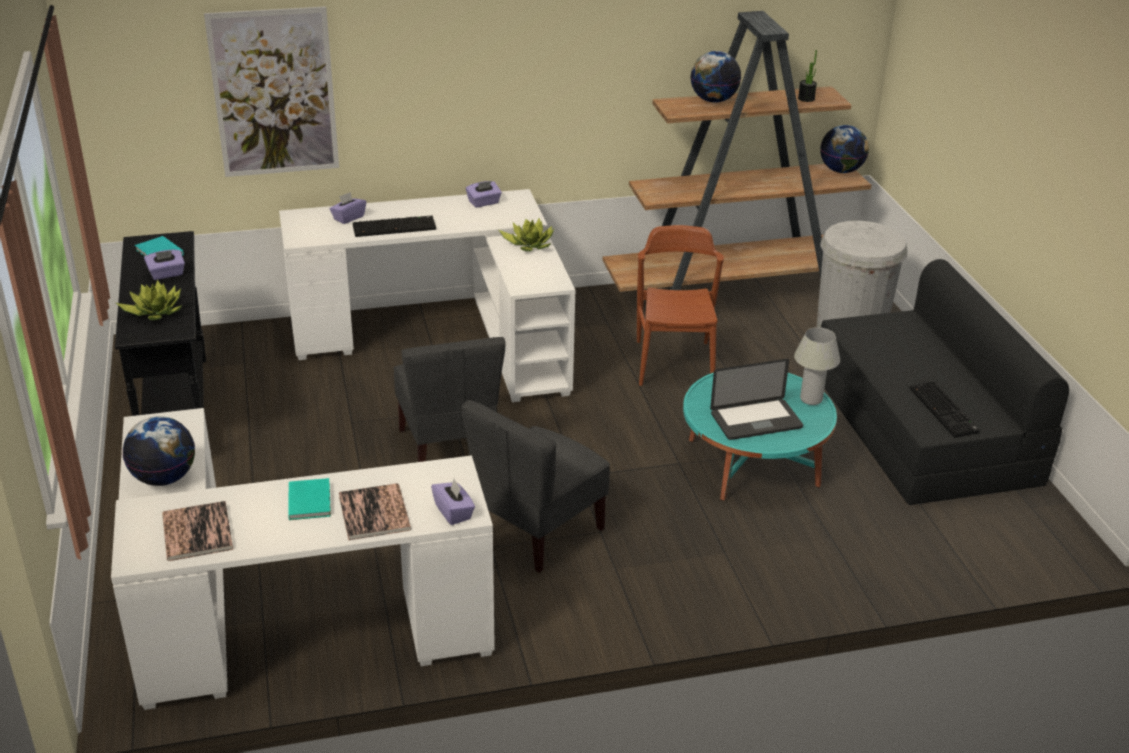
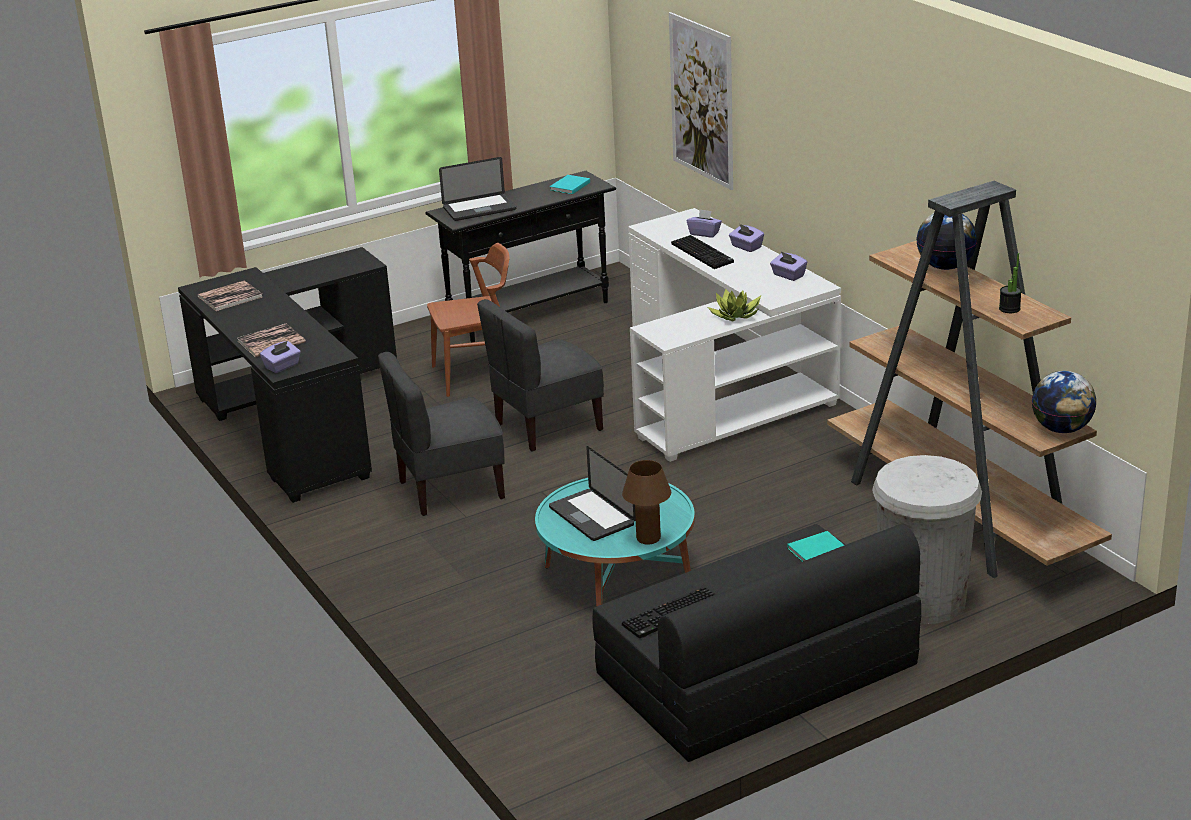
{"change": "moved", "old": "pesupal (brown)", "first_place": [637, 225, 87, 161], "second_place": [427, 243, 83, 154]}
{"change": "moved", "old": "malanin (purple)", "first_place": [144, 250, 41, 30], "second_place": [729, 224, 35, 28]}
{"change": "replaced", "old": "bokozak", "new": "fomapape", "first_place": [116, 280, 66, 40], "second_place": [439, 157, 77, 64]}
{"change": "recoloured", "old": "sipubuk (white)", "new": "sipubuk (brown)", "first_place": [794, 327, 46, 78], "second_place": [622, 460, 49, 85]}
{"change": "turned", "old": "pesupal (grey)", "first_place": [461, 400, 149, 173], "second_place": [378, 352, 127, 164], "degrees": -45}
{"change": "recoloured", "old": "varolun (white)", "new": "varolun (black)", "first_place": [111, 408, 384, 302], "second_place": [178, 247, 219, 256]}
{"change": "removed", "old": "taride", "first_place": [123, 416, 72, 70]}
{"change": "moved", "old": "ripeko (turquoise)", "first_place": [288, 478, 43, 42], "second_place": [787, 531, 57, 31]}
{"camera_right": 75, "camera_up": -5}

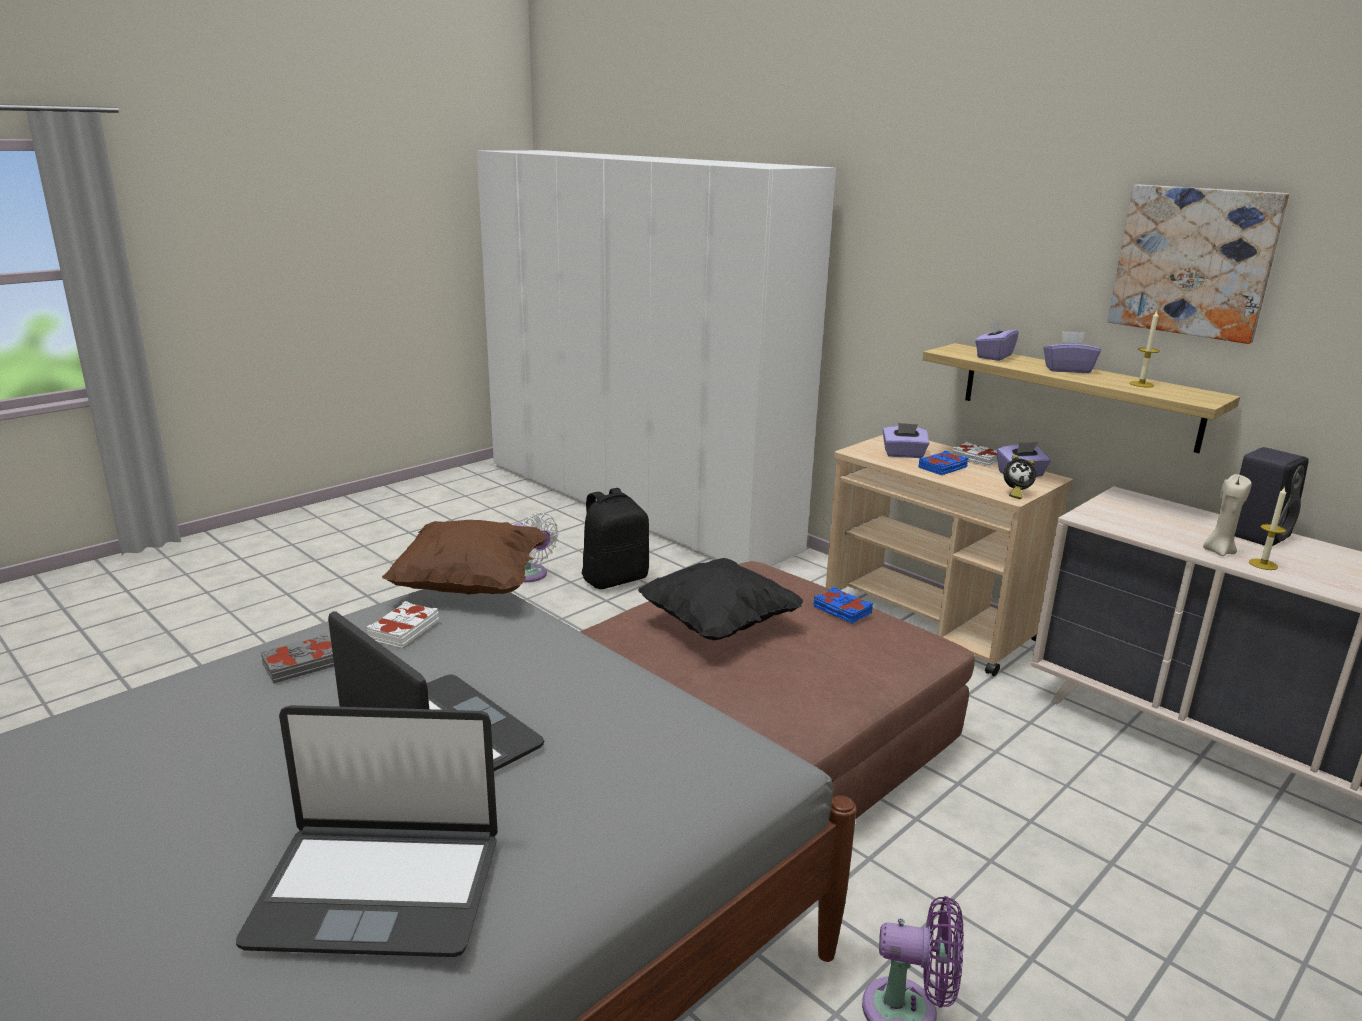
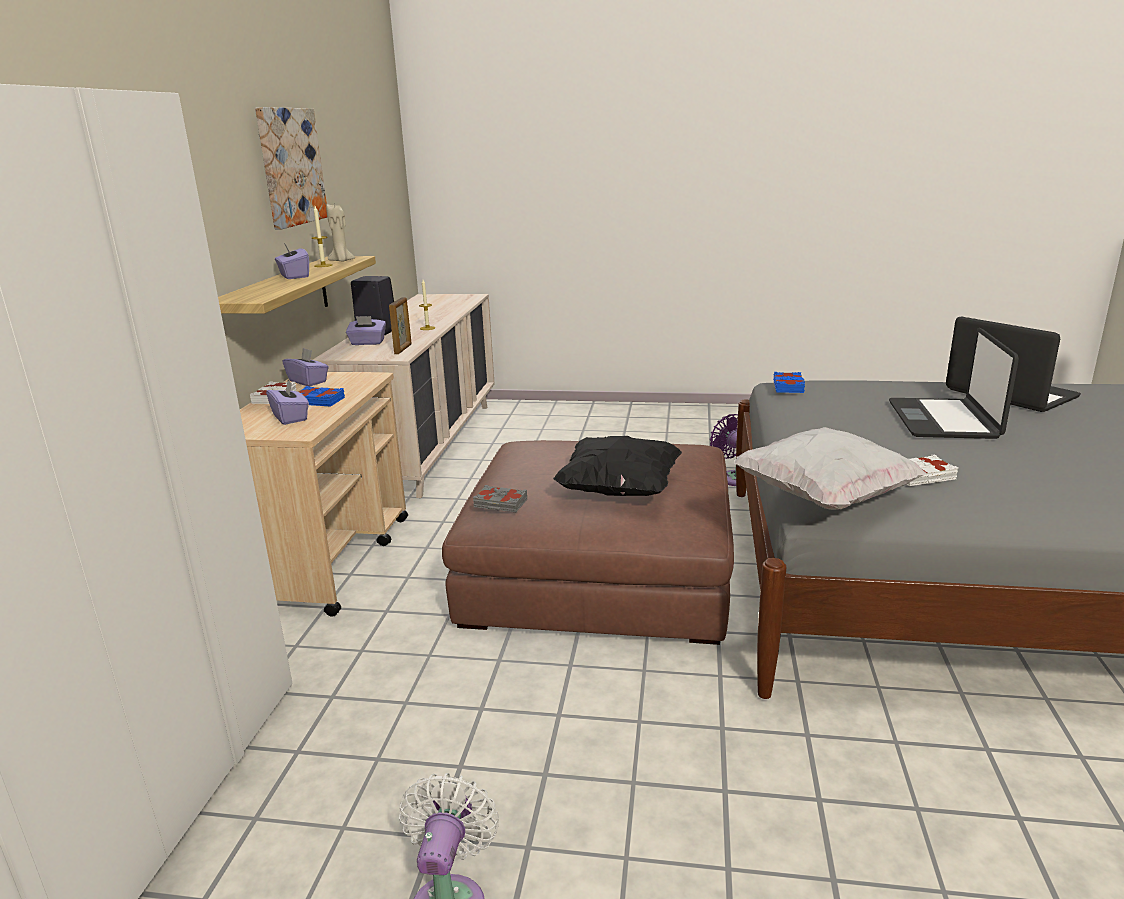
{"change": "moved", "old": "malanin (purple)", "first_place": [975, 319, 44, 42], "second_place": [346, 316, 40, 29]}
{"change": "removed", "old": "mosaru", "first_place": [1004, 455, 32, 44]}
{"change": "moved", "old": "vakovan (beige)", "first_place": [1203, 474, 49, 82], "second_place": [326, 203, 29, 59]}
{"change": "removed", "old": "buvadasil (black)", "first_place": [582, 488, 67, 101]}
{"change": "recoloured", "old": "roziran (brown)", "new": "roziran (white)", "first_place": [382, 520, 166, 75], "second_place": [734, 427, 192, 83]}
{"change": "moved", "old": "ripeko (blue)", "first_place": [813, 587, 60, 37], "second_place": [773, 372, 32, 21]}
{"change": "moved", "old": "ripeko (grey)", "first_place": [260, 634, 74, 50], "second_place": [473, 485, 54, 27]}
{"change": "added", "new": "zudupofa", "second_place": [389, 297, 23, 57]}
{"camera_right": -125, "camera_up": 0}

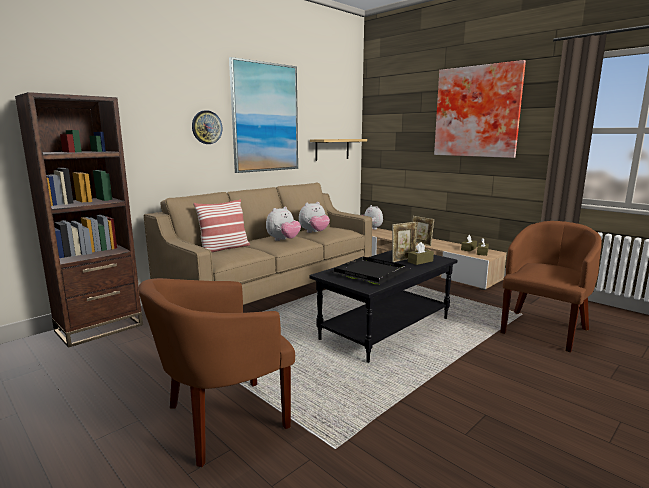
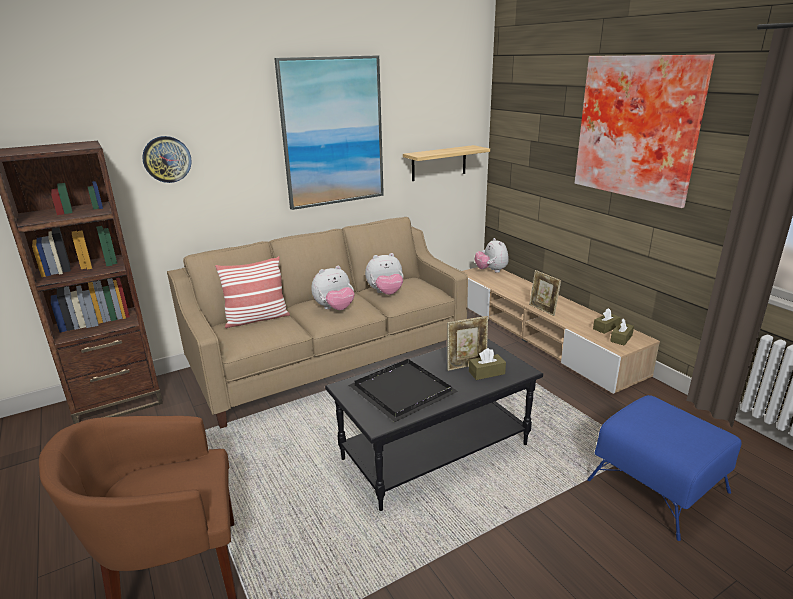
{"change": "moved", "old": "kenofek", "first_place": [192, 110, 30, 34], "second_place": [142, 136, 50, 47]}
{"change": "replaced", "old": "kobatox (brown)", "new": "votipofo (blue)", "first_place": [500, 221, 102, 131], "second_place": [587, 395, 155, 146]}
{"camera_right": 15, "camera_up": 10}

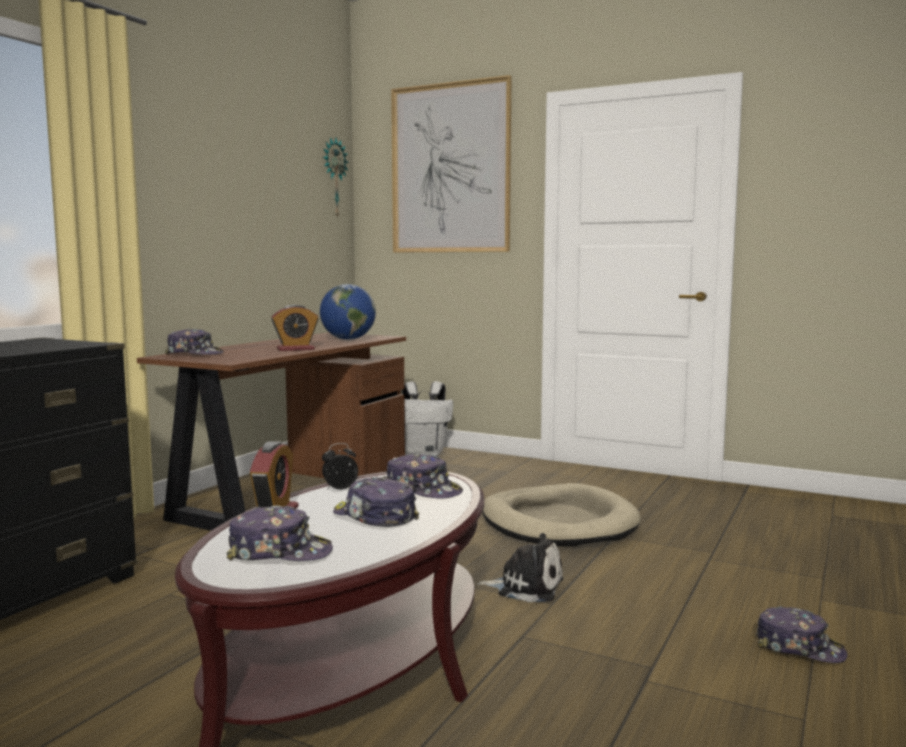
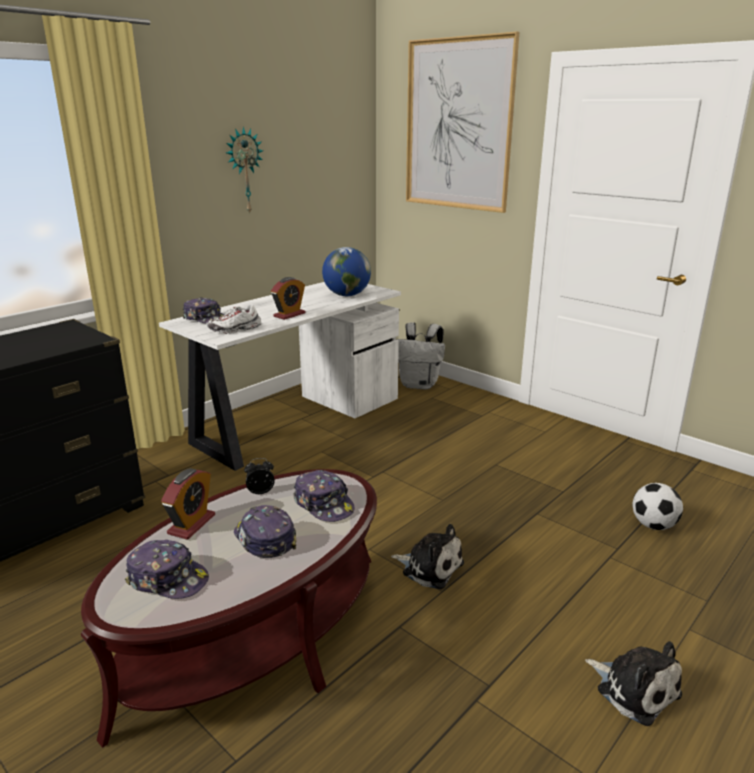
{"change": "moved", "old": "kenofek", "first_place": [323, 137, 26, 82], "second_place": [226, 126, 37, 88]}
{"change": "turned", "old": "mosaru", "first_place": [271, 305, 47, 46], "second_place": [271, 277, 34, 43], "degrees": -45}
{"change": "recoloured", "old": "varolun (brown)", "new": "varolun (white)", "first_place": [137, 333, 269, 198], "second_place": [159, 282, 242, 189]}
{"change": "removed", "old": "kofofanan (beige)", "first_place": [482, 483, 159, 64]}
{"change": "replaced", "old": "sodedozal", "new": "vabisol", "first_place": [756, 606, 91, 57], "second_place": [585, 641, 97, 85]}
{"change": "added", "new": "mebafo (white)", "second_place": [206, 304, 55, 30]}
{"change": "added", "new": "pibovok", "second_place": [633, 483, 50, 47]}
{"camera_right": 15, "camera_up": 15}

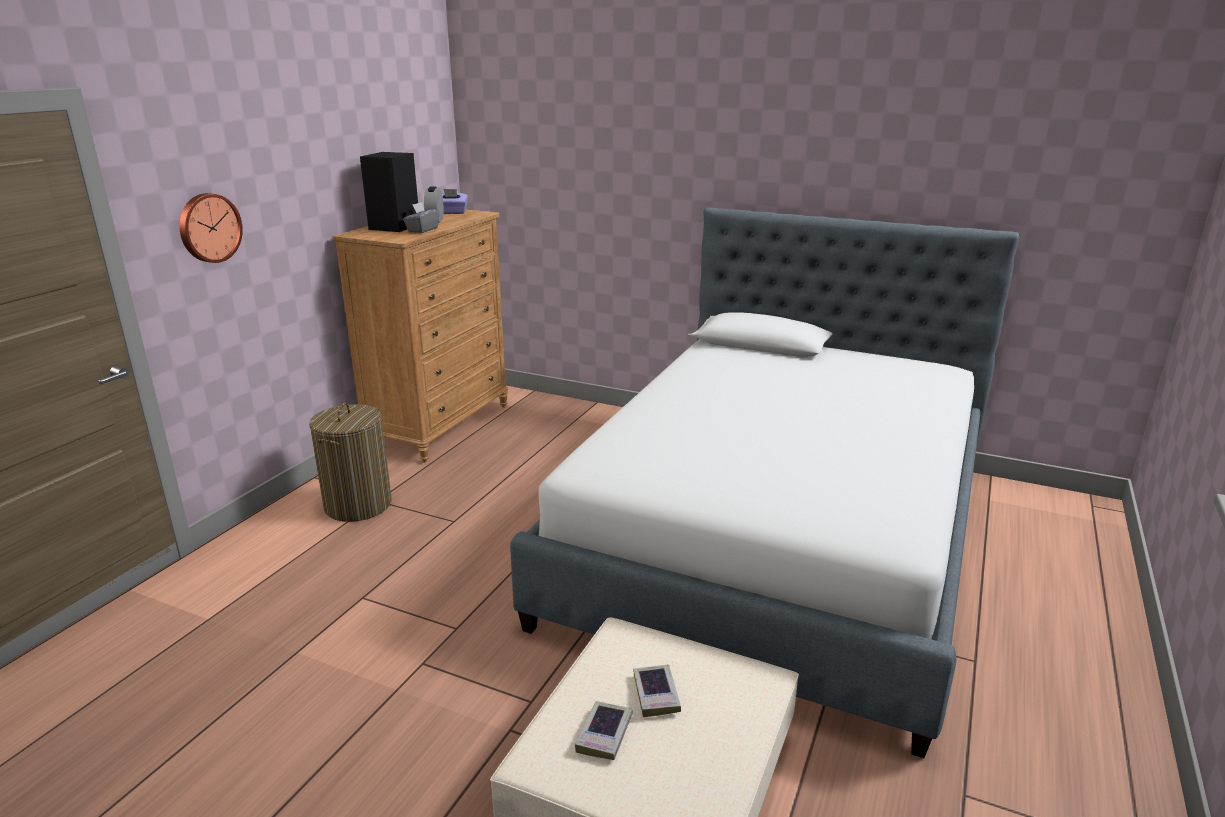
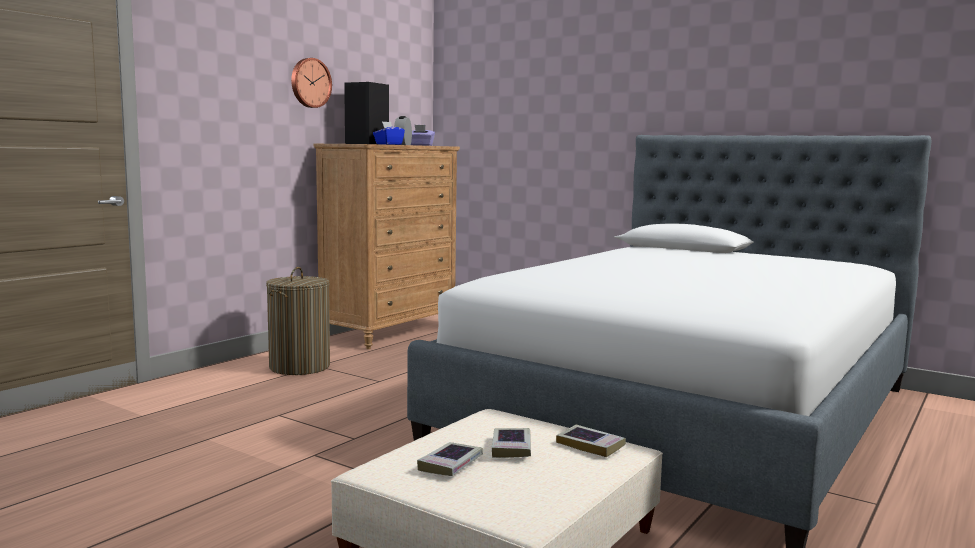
{"change": "moved", "old": "kenofek", "first_place": [179, 193, 64, 70], "second_place": [291, 58, 41, 50]}
{"change": "recoloured", "old": "malanin (grey)", "new": "malanin (blue)", "first_place": [403, 202, 36, 31], "second_place": [373, 121, 32, 24]}
{"change": "added", "new": "ripeko", "second_place": [556, 425, 70, 32]}
{"camera_right": 10, "camera_up": -15}

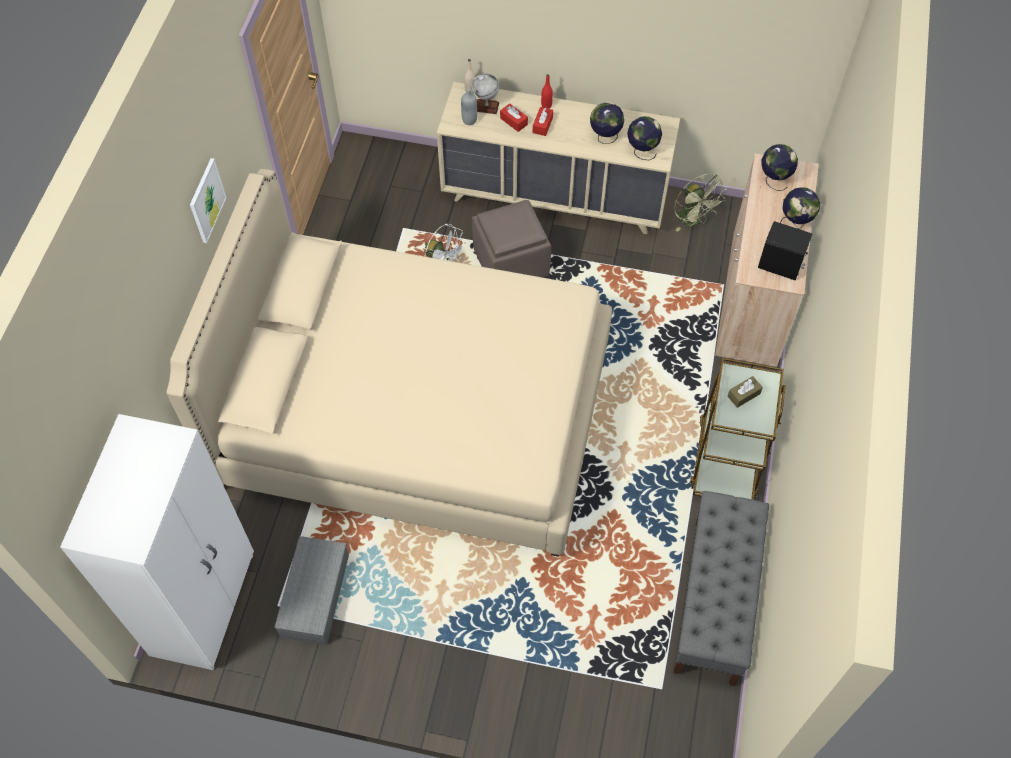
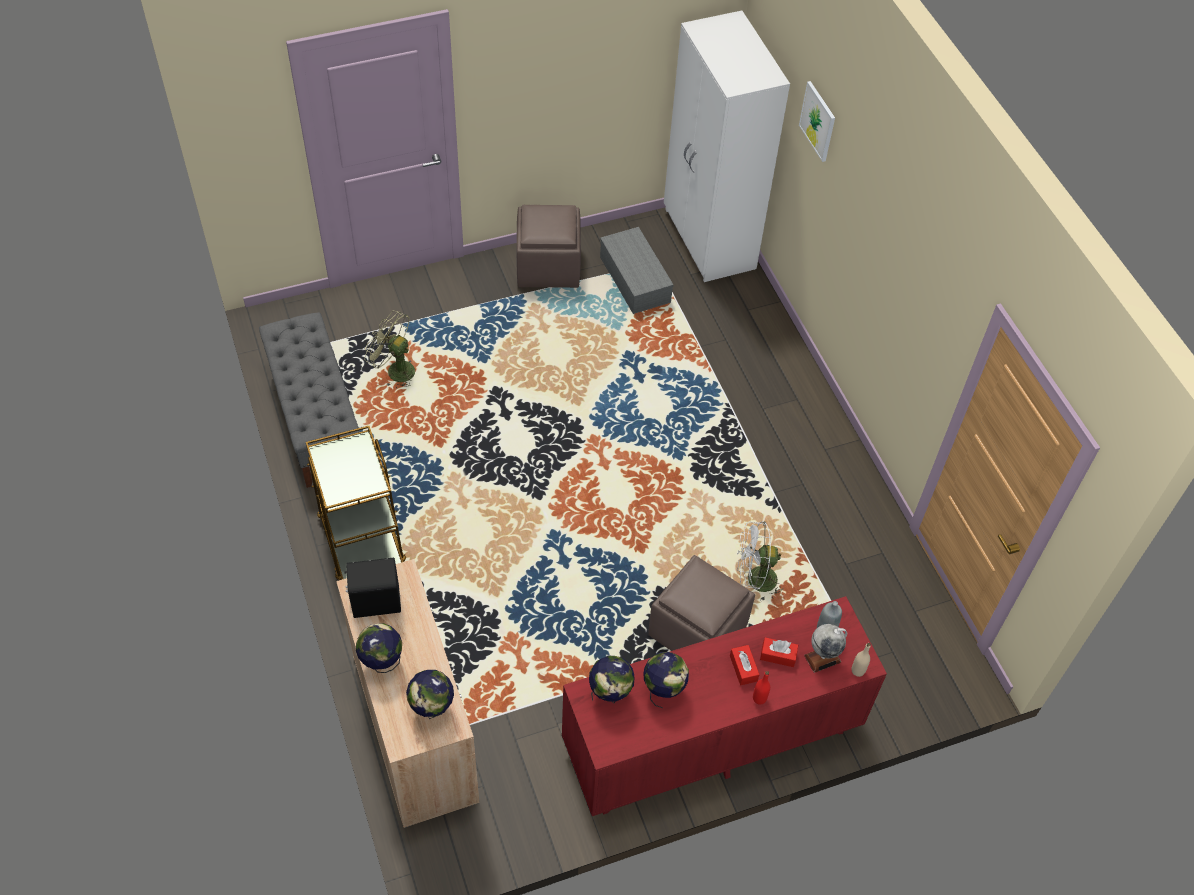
{"change": "recoloured", "old": "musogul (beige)", "new": "musogul (red)", "first_place": [437, 82, 243, 152], "second_place": [562, 596, 325, 220]}
{"change": "moved", "old": "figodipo", "first_place": [190, 158, 37, 85], "second_place": [799, 81, 36, 81]}
{"change": "removed", "old": "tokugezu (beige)", "first_place": [166, 169, 446, 388]}
{"change": "moved", "old": "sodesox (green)", "first_place": [674, 174, 53, 58], "second_place": [365, 310, 50, 78]}
{"change": "removed", "old": "malanin (brown)", "first_place": [727, 376, 36, 32]}
{"change": "added", "new": "votipofo (brown)", "second_place": [516, 205, 65, 83]}
{"camera_right": 145, "camera_up": -5}

